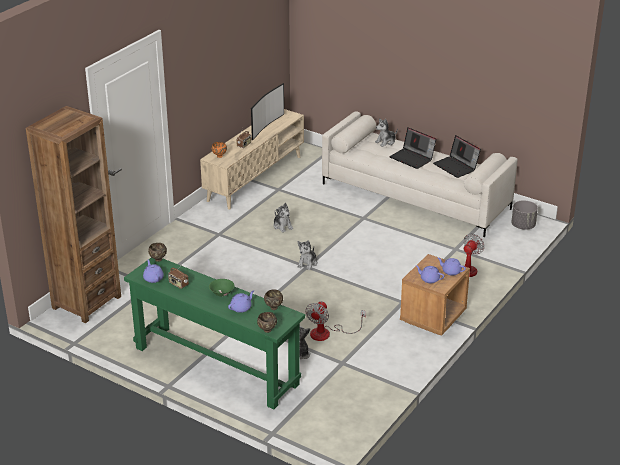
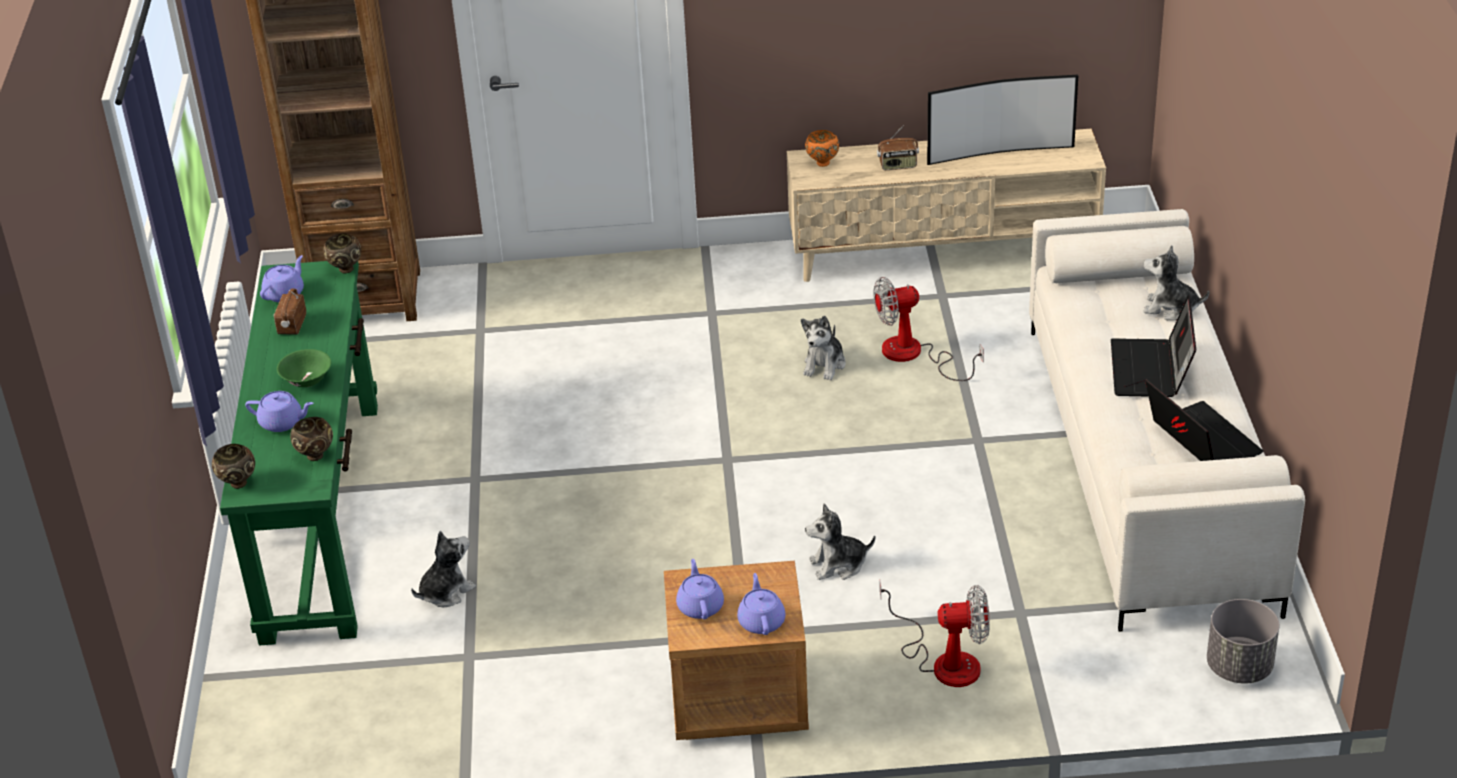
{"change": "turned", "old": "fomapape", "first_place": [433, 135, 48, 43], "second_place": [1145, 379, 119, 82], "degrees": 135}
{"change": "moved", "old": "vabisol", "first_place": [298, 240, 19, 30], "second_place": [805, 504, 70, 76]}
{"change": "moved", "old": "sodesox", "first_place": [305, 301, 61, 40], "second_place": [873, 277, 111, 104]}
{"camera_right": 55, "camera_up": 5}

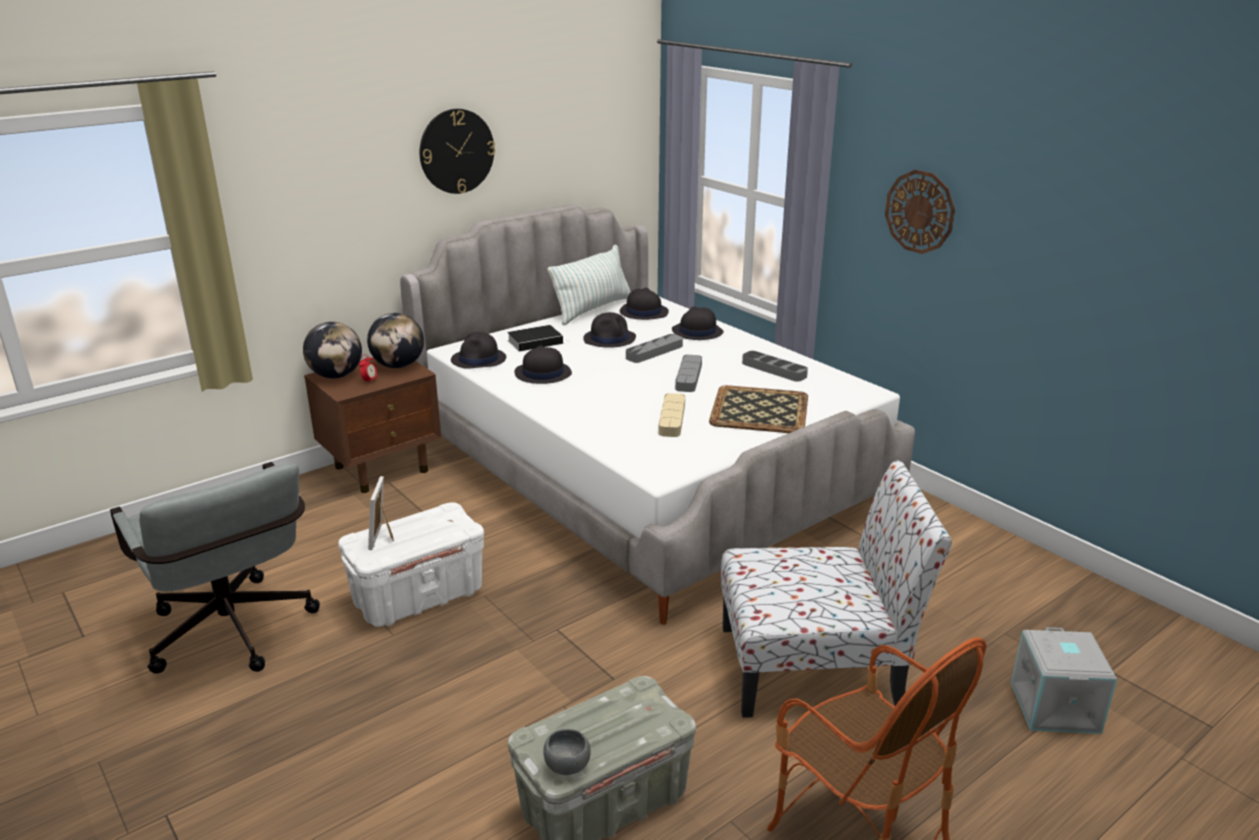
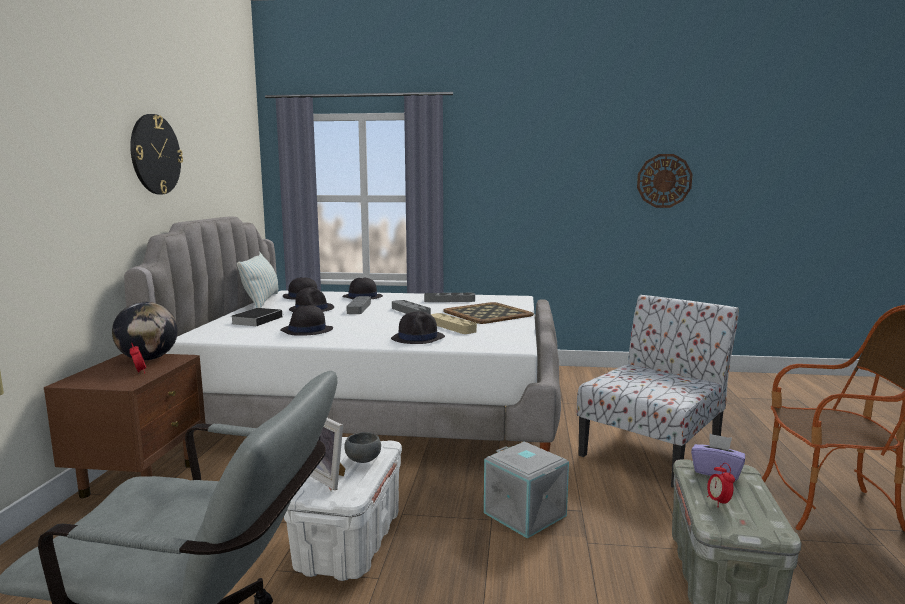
{"change": "moved", "old": "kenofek", "first_place": [885, 170, 70, 84], "second_place": [637, 154, 56, 54]}
{"change": "removed", "old": "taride", "first_place": [303, 322, 59, 56]}
{"change": "moved", "old": "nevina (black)", "first_place": [451, 332, 55, 37], "second_place": [391, 311, 54, 33]}
{"change": "moved", "old": "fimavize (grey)", "first_place": [1011, 627, 106, 107], "second_place": [484, 441, 85, 98]}
{"change": "moved", "old": "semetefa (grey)", "first_place": [543, 729, 48, 46], "second_place": [344, 432, 37, 31]}
{"change": "added", "new": "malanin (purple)", "second_place": [691, 434, 54, 47]}
{"change": "added", "new": "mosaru", "second_place": [707, 463, 28, 45]}
{"camera_right": -45, "camera_up": -15}

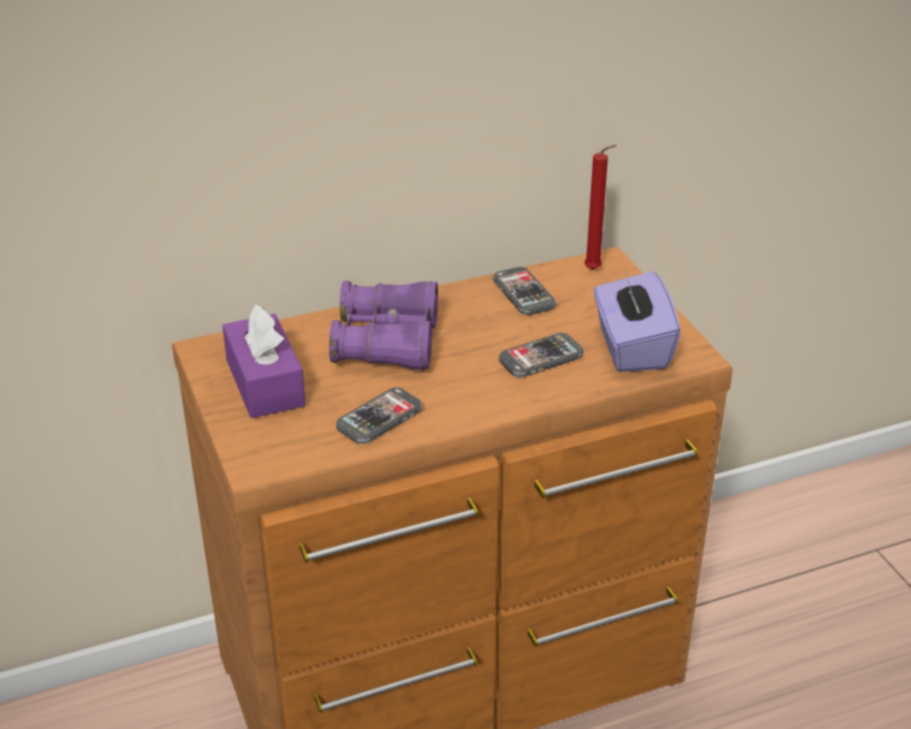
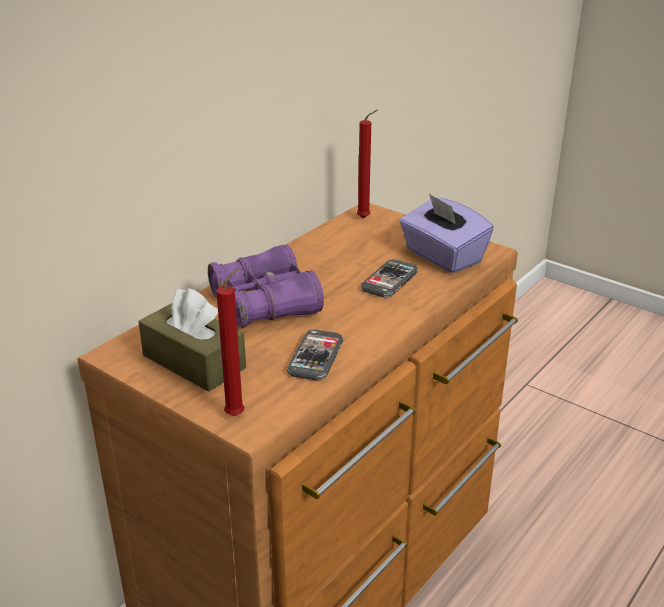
{"change": "removed", "old": "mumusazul", "first_place": [493, 267, 63, 48]}
{"change": "recoloured", "old": "malanin (purple)", "new": "malanin (brown)", "first_place": [222, 305, 84, 113], "second_place": [138, 288, 108, 104]}
{"change": "added", "new": "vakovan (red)", "second_place": [216, 268, 29, 148]}
{"camera_right": -30, "camera_up": -5}

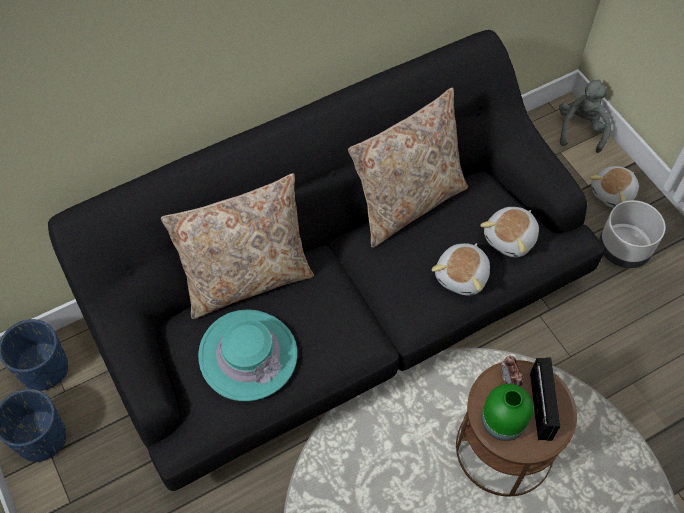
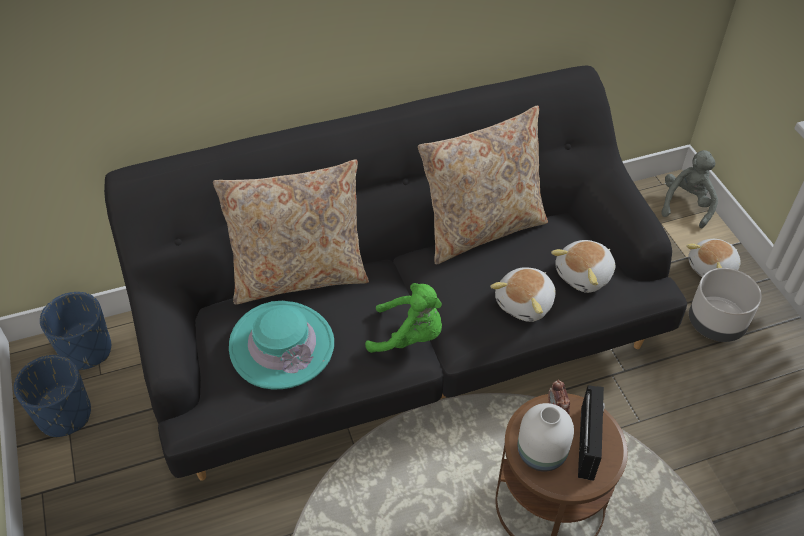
{"change": "recoloured", "old": "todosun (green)", "new": "todosun (white)", "first_place": [482, 384, 51, 57], "second_place": [517, 403, 57, 69]}
{"change": "added", "new": "vabisol (green)", "second_place": [365, 283, 77, 70]}
{"camera_right": 10, "camera_up": -10}

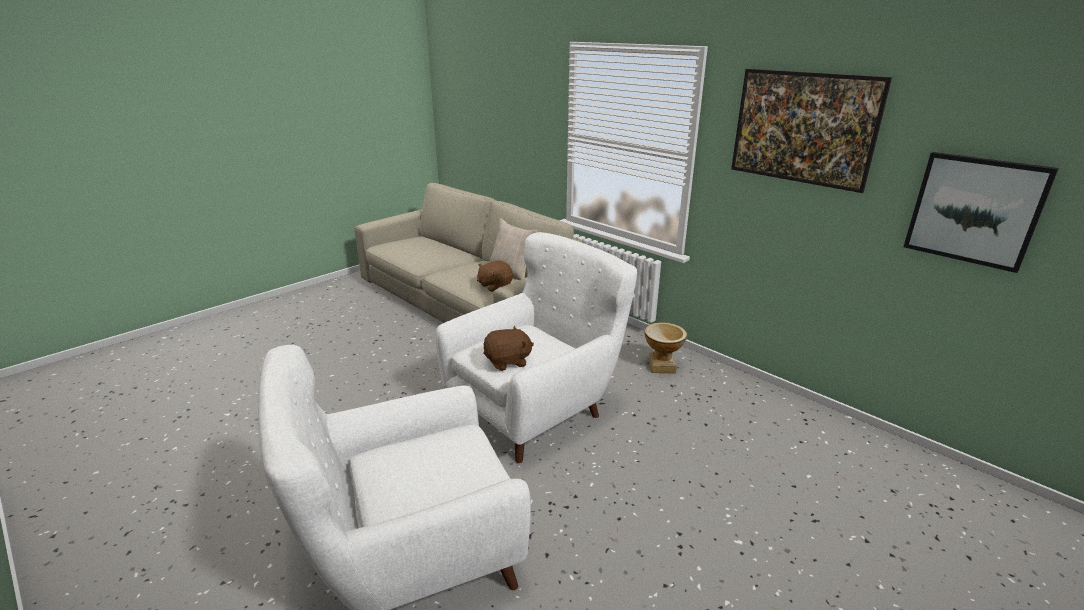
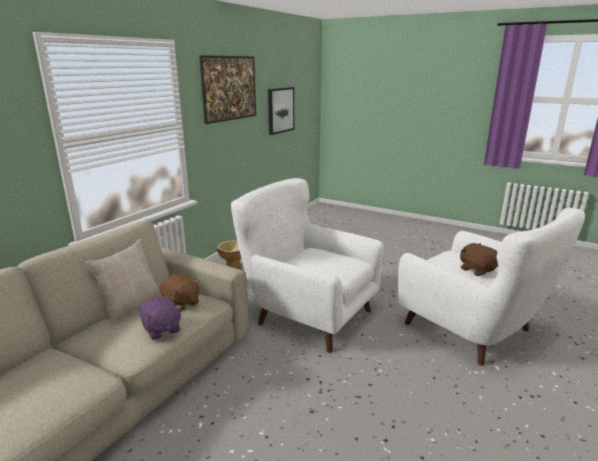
{"change": "moved", "old": "vabisol (brown)", "first_place": [484, 326, 50, 45], "second_place": [460, 243, 38, 33]}
{"change": "added", "new": "vabisol (purple)", "second_place": [140, 296, 42, 44]}
{"camera_right": -105, "camera_up": -5}

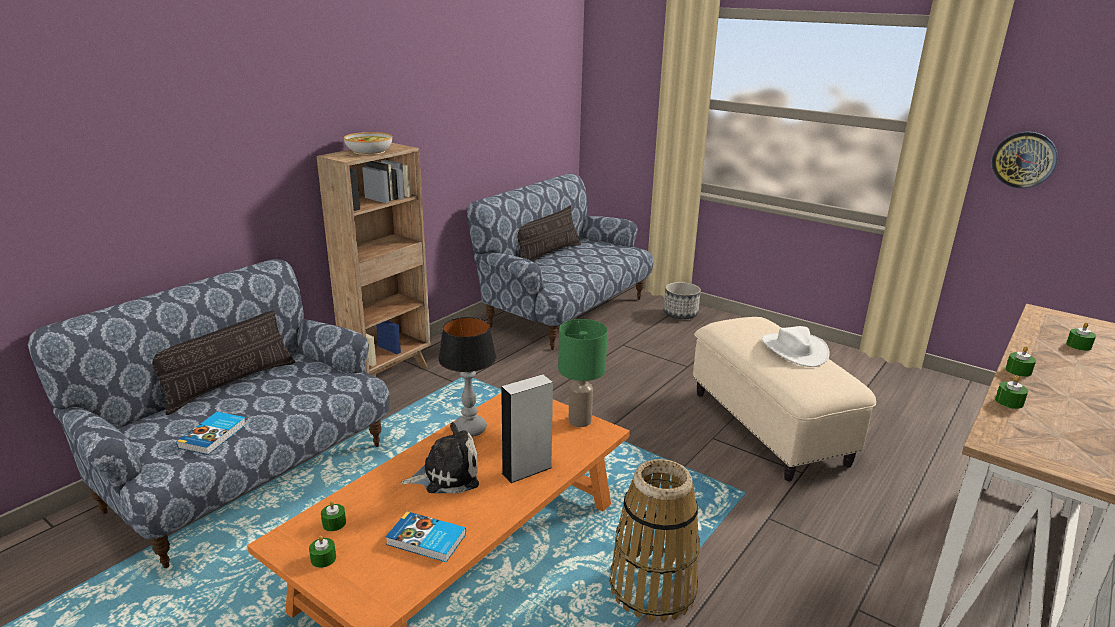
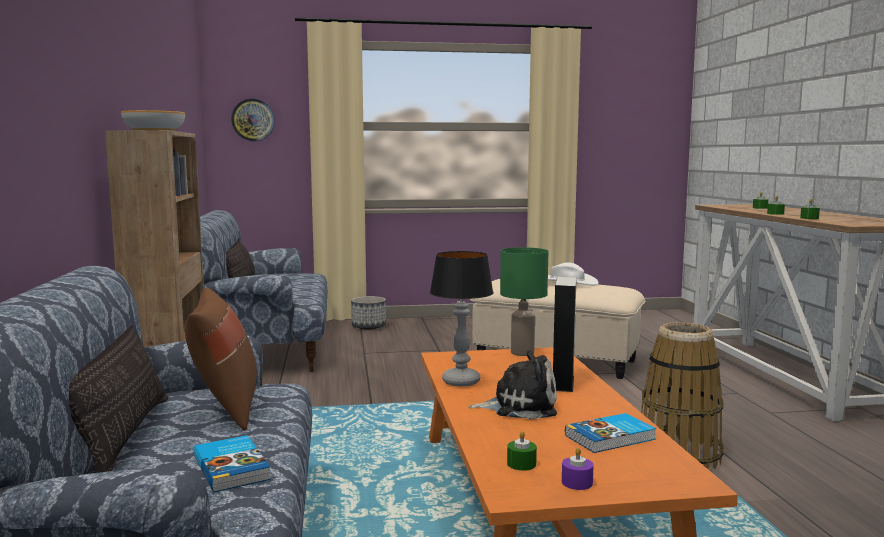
{"change": "moved", "old": "kenofek", "first_place": [992, 132, 66, 56], "second_place": [231, 99, 44, 42]}
{"change": "turned", "old": "vabisol", "first_place": [400, 422, 79, 72], "second_place": [468, 350, 89, 70], "degrees": 60}
{"change": "recoloured", "old": "vakovan (green)", "new": "vakovan (purple)", "first_place": [309, 535, 27, 33], "second_place": [562, 448, 32, 42]}
{"change": "added", "new": "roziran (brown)", "second_place": [184, 288, 73, 143]}
{"camera_right": -45, "camera_up": -15}

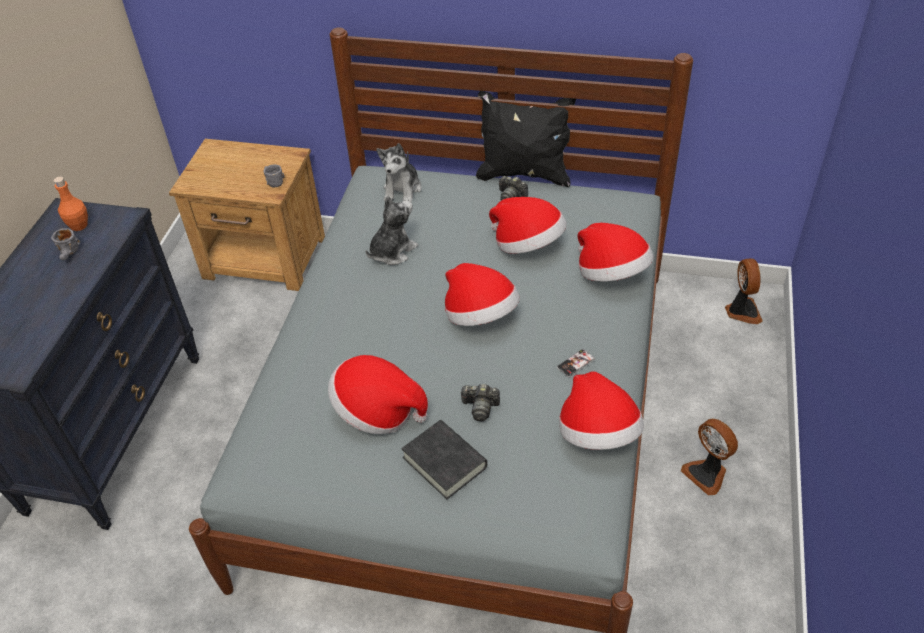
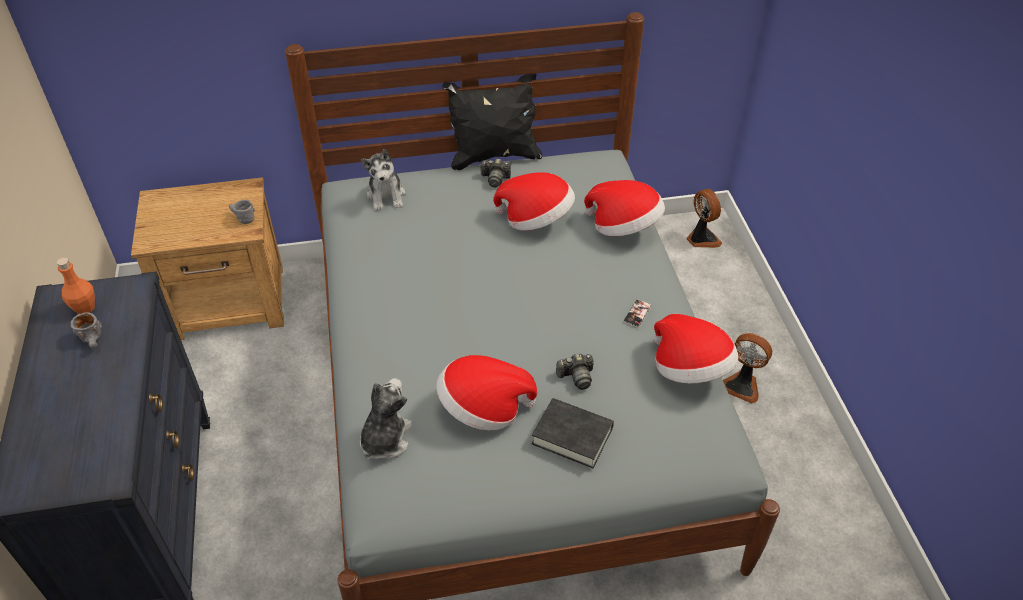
{"change": "moved", "old": "vabisol", "first_place": [365, 196, 53, 69], "second_place": [360, 378, 52, 82]}
{"change": "removed", "old": "nevina", "first_place": [445, 263, 75, 63]}
{"camera_right": -25, "camera_up": 0}

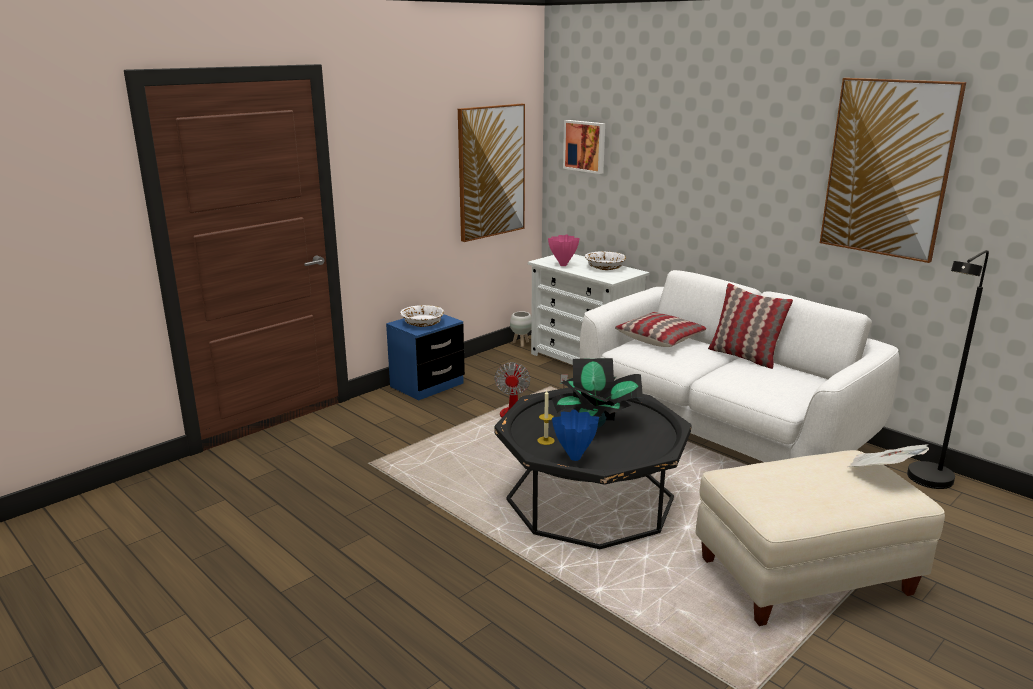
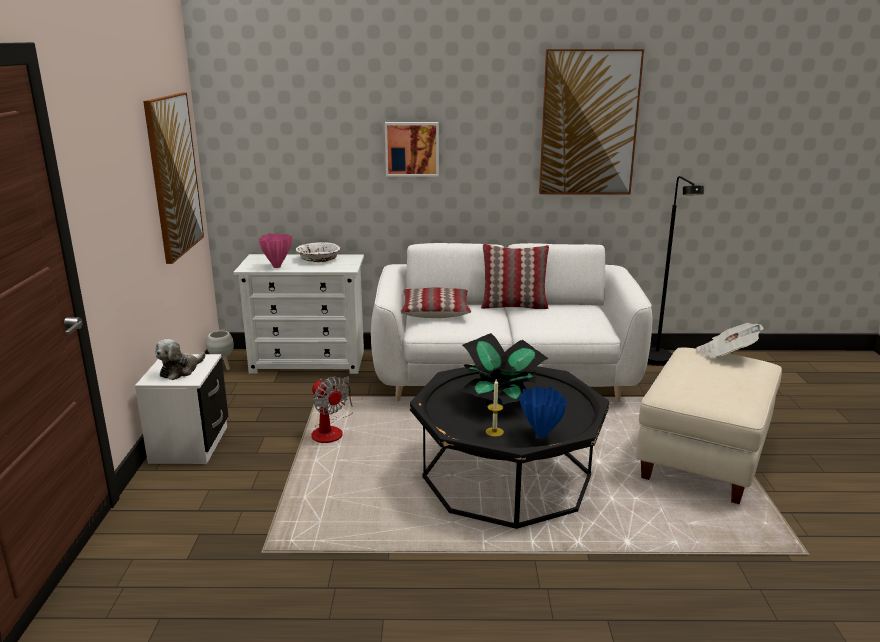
{"change": "moved", "old": "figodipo", "first_place": [563, 120, 42, 54], "second_place": [385, 122, 54, 55]}
{"change": "replaced", "old": "semetefa (white)", "new": "vabisol", "first_place": [400, 305, 44, 22], "second_place": [155, 339, 51, 41]}
{"change": "recoloured", "old": "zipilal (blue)", "new": "zipilal (white)", "first_place": [386, 314, 79, 87], "second_place": [135, 354, 93, 110]}
{"camera_right": -45, "camera_up": 0}

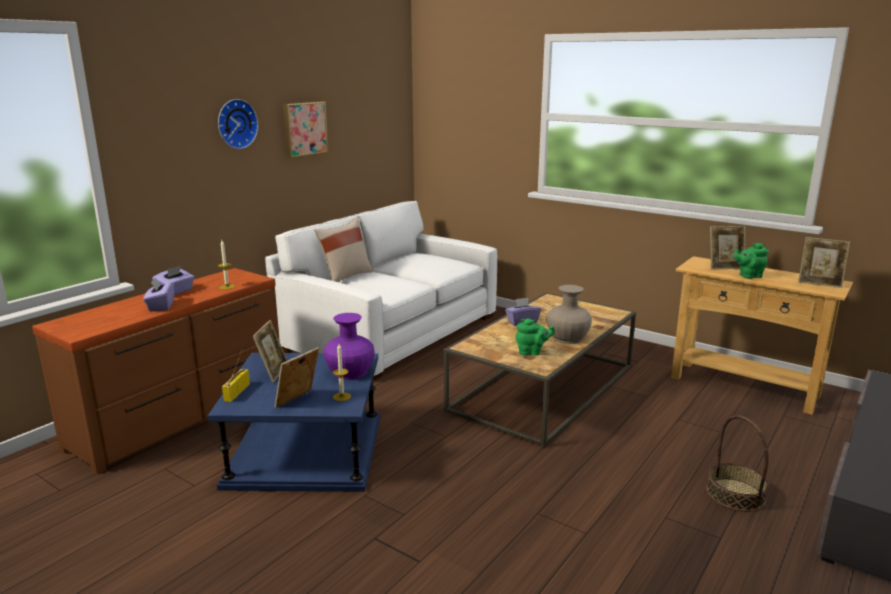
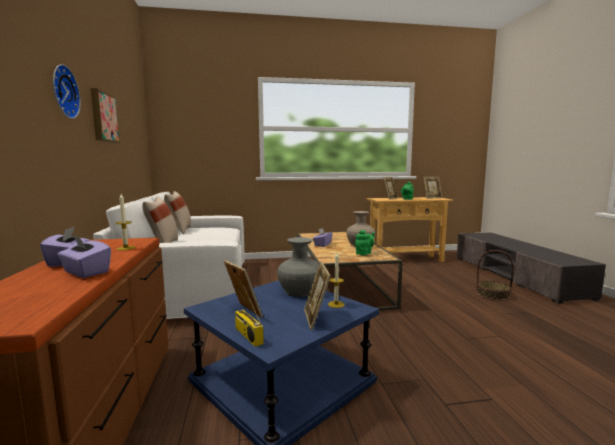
{"change": "recoloured", "old": "todosun (purple)", "new": "todosun (grey)", "first_place": [324, 313, 51, 67], "second_place": [277, 237, 42, 60]}
{"change": "added", "new": "roziran (beige)", "second_place": [164, 191, 27, 43]}
{"camera_right": -45, "camera_up": -10}

